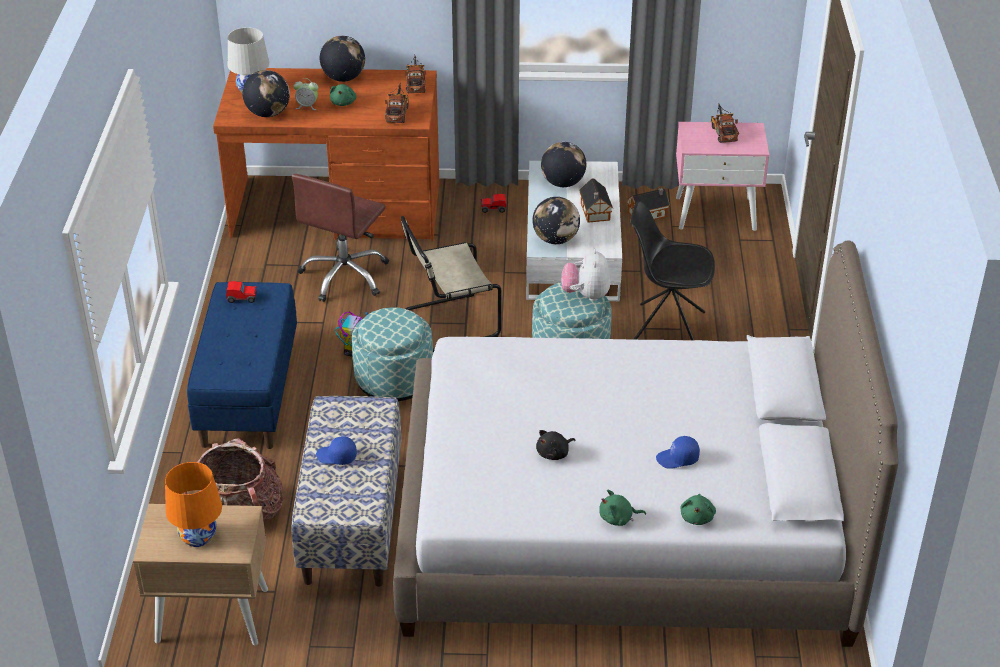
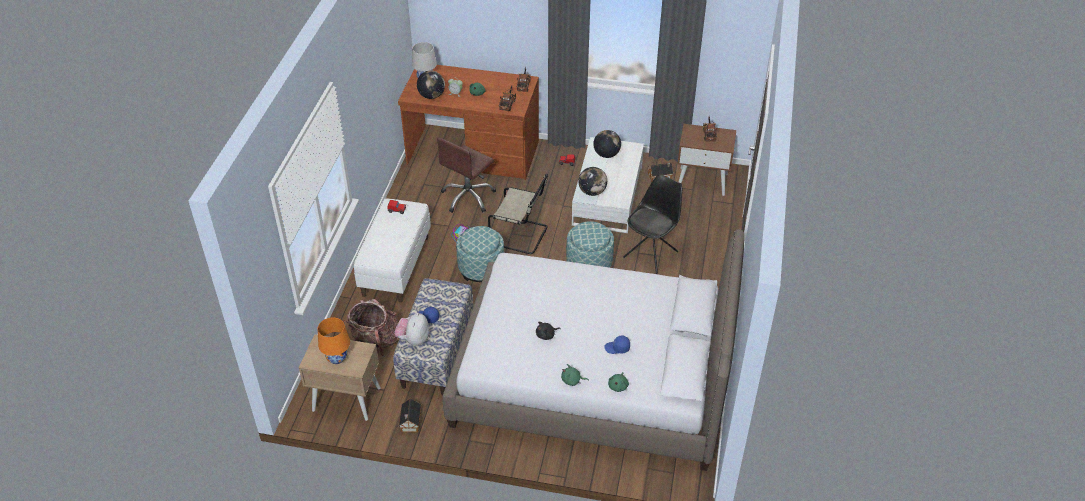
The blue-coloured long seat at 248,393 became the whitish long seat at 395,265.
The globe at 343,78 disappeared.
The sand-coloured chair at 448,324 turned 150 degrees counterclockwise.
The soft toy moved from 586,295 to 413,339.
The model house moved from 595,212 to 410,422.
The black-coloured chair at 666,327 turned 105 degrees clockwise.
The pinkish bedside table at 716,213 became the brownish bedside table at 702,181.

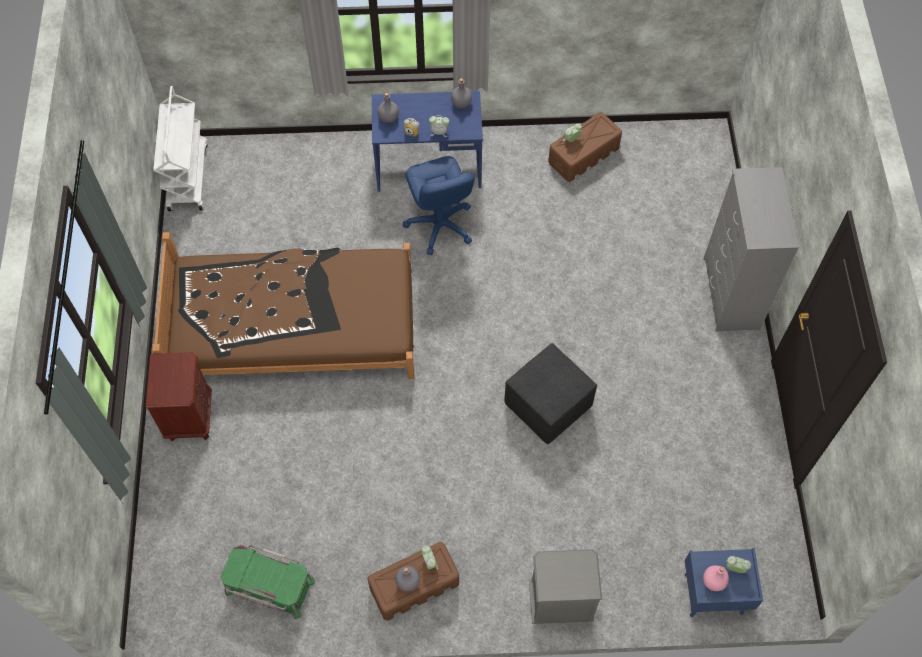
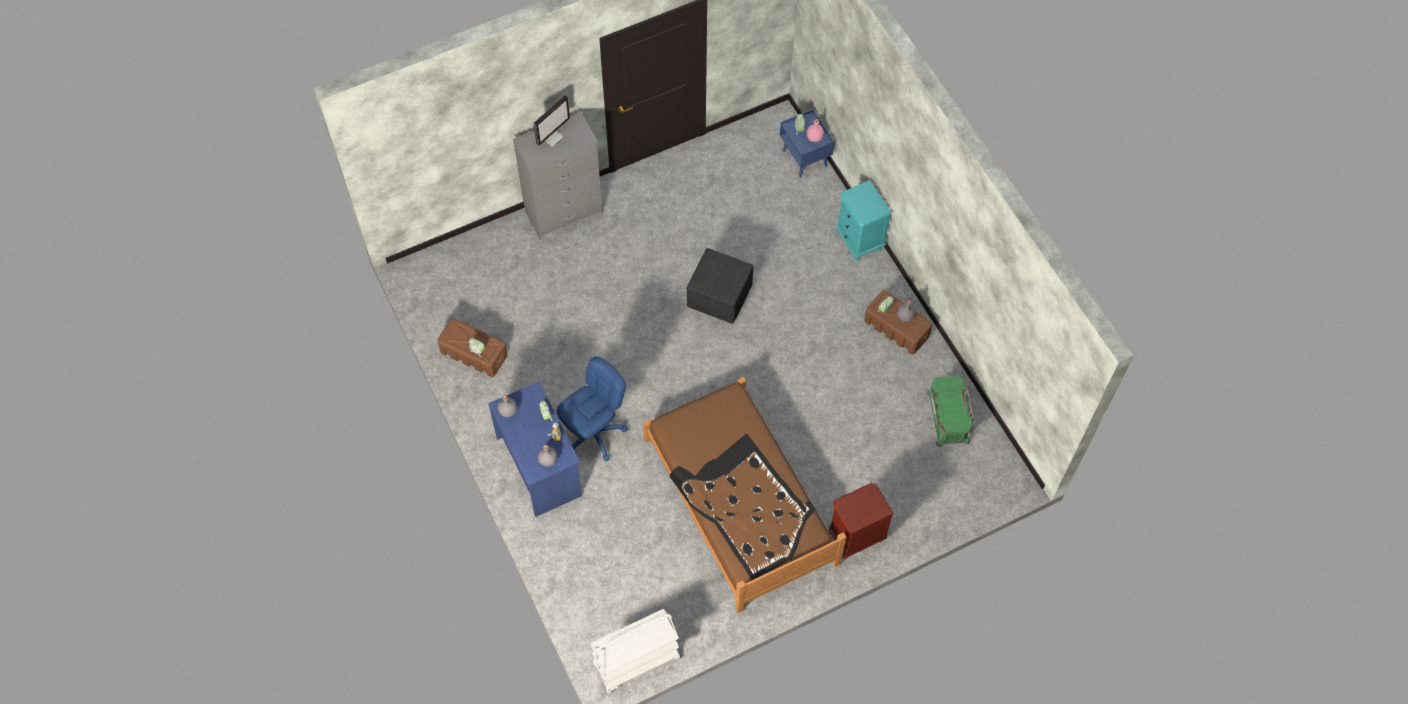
The gray bedside table at 559,602 became the turquoise-coloured bedside table at 859,240.
The computer screen at 552,137 appeared.

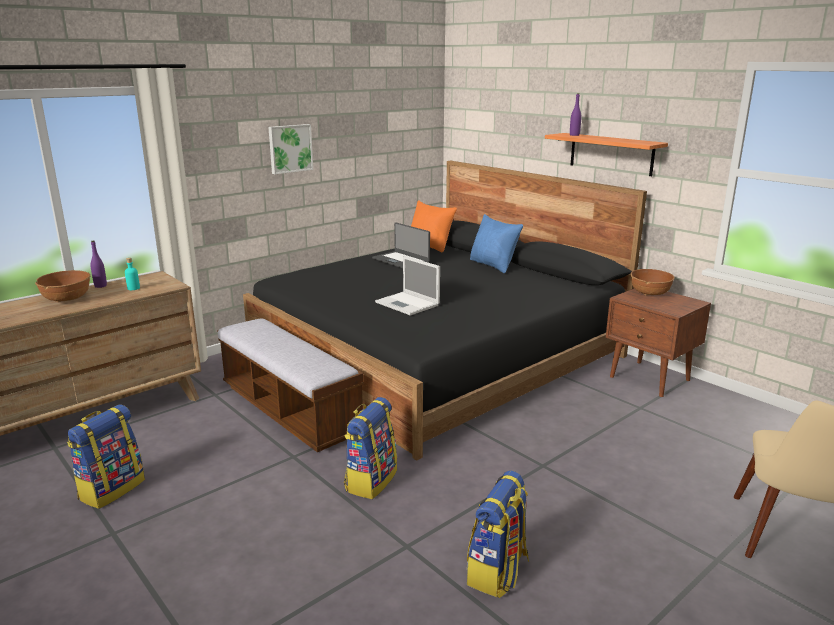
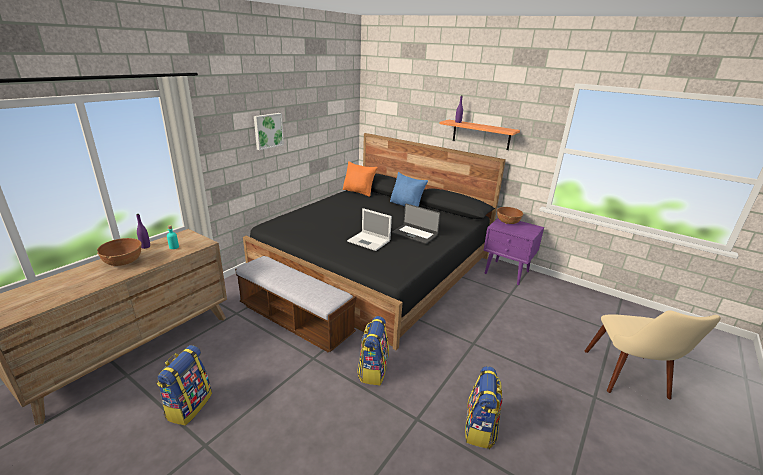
The portable computer moved from 401,260 to 415,234.
The brownish bedside table at 650,379 became the purple bedside table at 507,272.

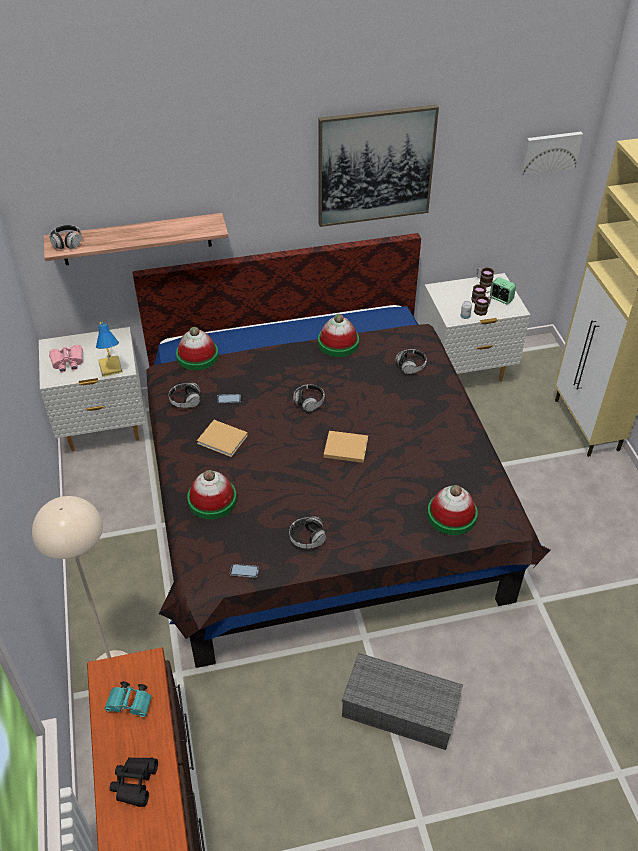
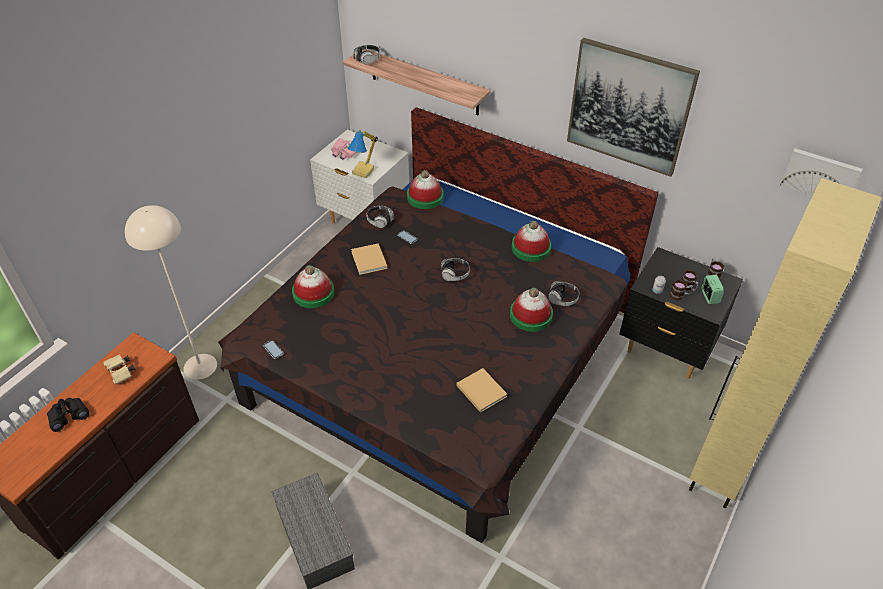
The turquoise-coloured binoculars at 131,704 became the sand-coloured binoculars at 121,373.
The pair of headphones at 307,538 disappeared.
The sand-coloured volume moved from 344,447 to 480,390.
The whitish bedside table at 465,371 became the black-coloured bedside table at 666,350.
The wearable hat moved from 451,515 to 531,315.

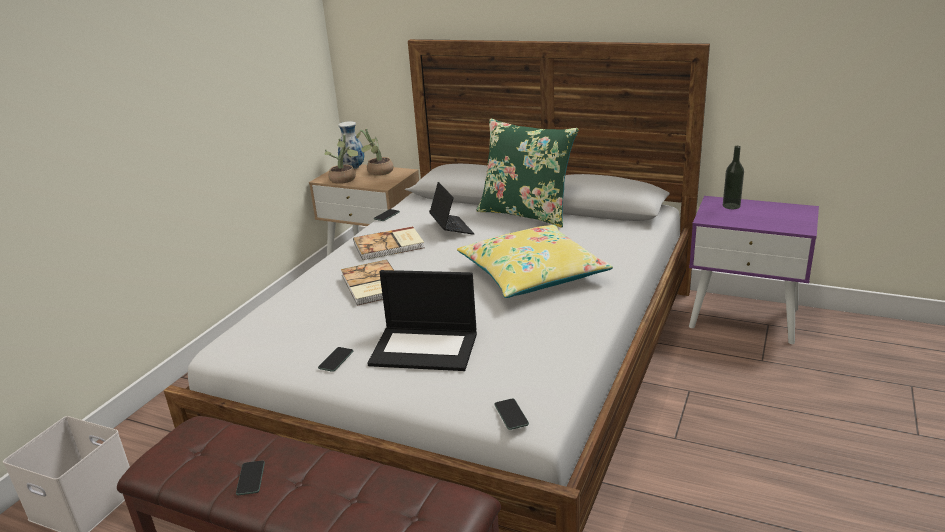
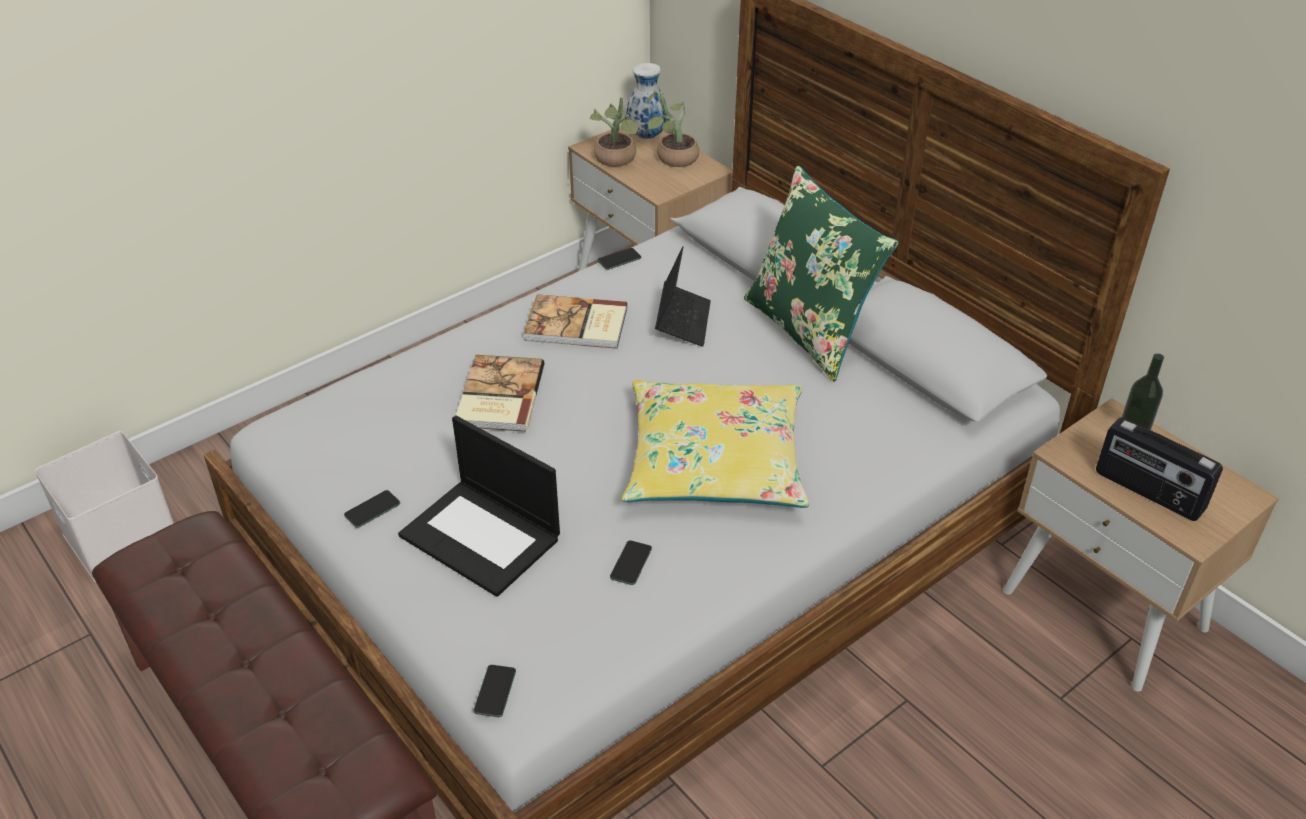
The handset moved from 250,478 to 631,563.
The purple bedside table at 745,317 became the sand-coloured bedside table at 1105,610.
The radio receiver at 1148,492 appeared.

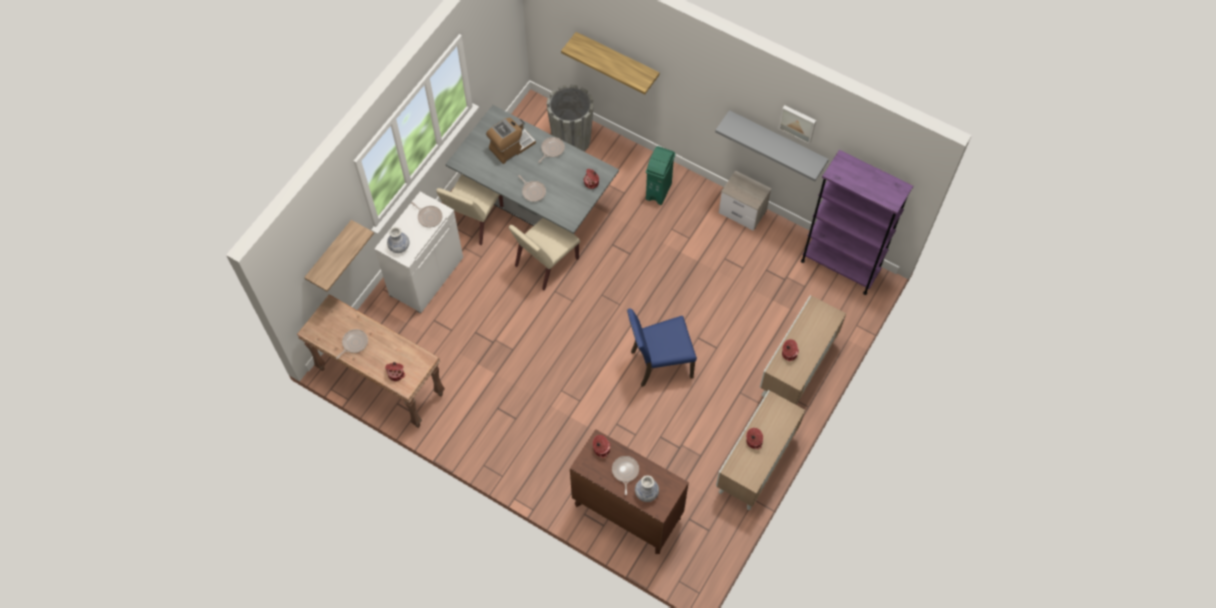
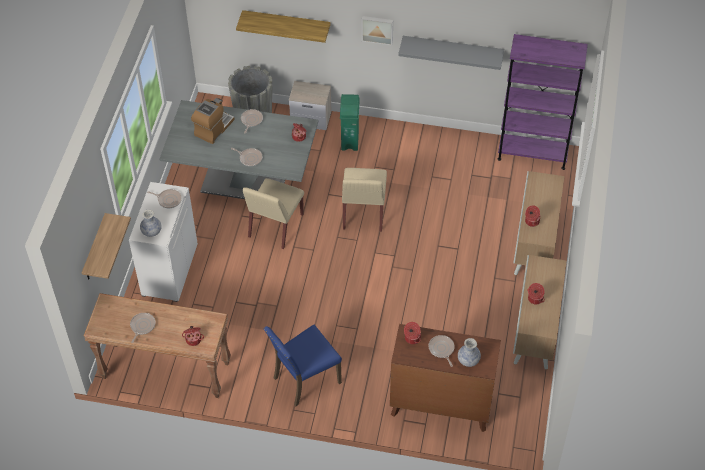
The sand-coloured chair moved from 474,219 to 363,212.
The blue-coloured chair moved from 659,363 to 305,379.
The bedside table moved from 743,212 to 311,119.
The wall art moved from 798,123 to 377,29.

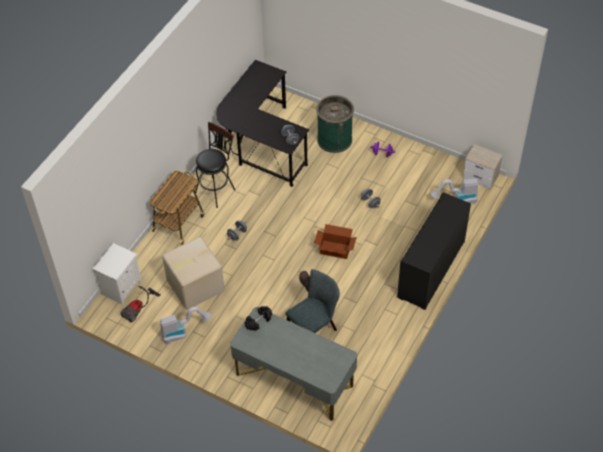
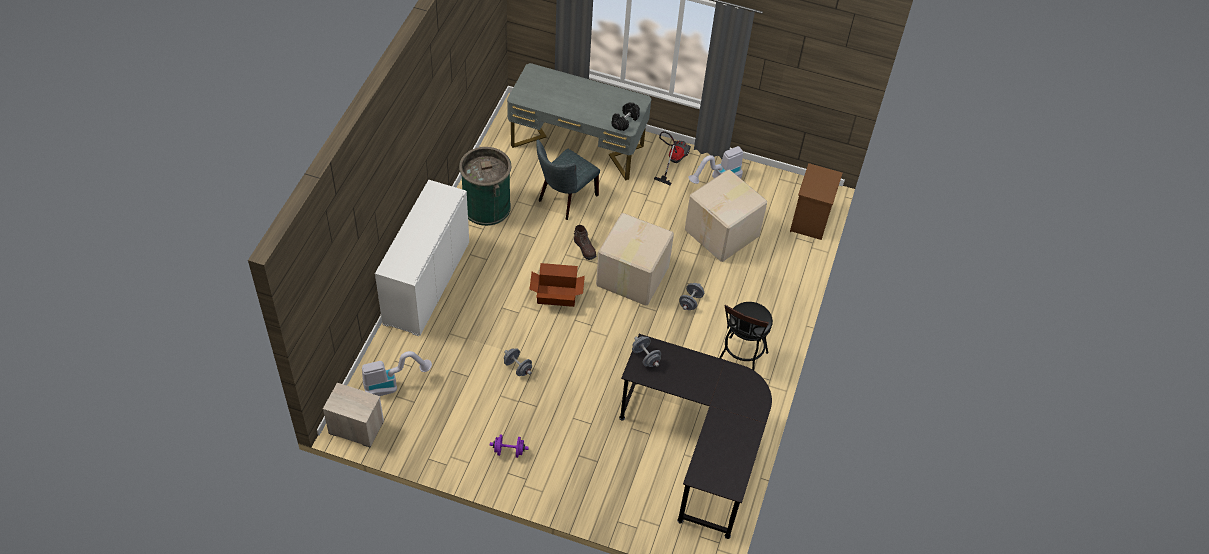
The whitish bedside table at 121,287 became the brownish bedside table at 810,222.
The hoover moved from 139,309 to 672,161.
The wheeled cart at 179,222 disappeared.
The greenish waste bin moved from 334,139 to 486,207.
The black-coloured storage cabinet at 431,269 became the whitish storage cabinet at 427,283.
The cardboard box at 631,276 appeared.

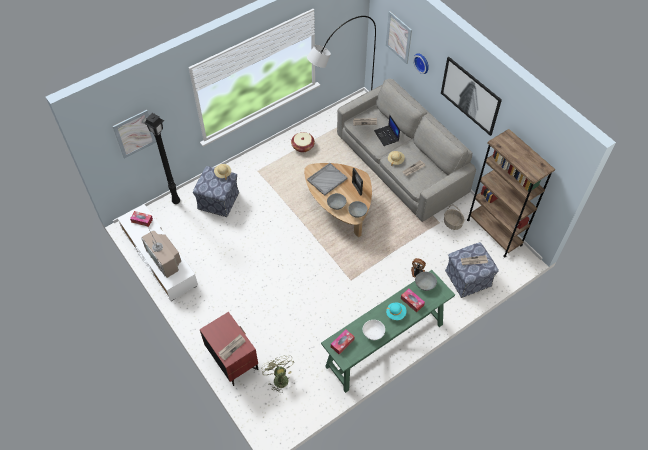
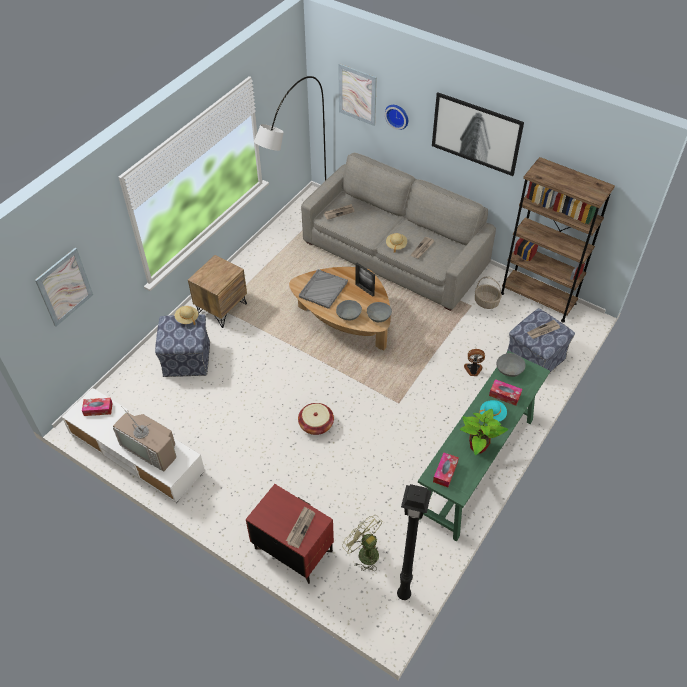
The black-coloured floor lamp moved from 175,201 to 402,595.
The basket moved from 303,146 to 316,424.
The whitish deep dish at 373,333 was replaced by the houseplant at 477,446.
The portable computer at 386,136 disappeared.
The brownish bedside table at 221,308 appeared.

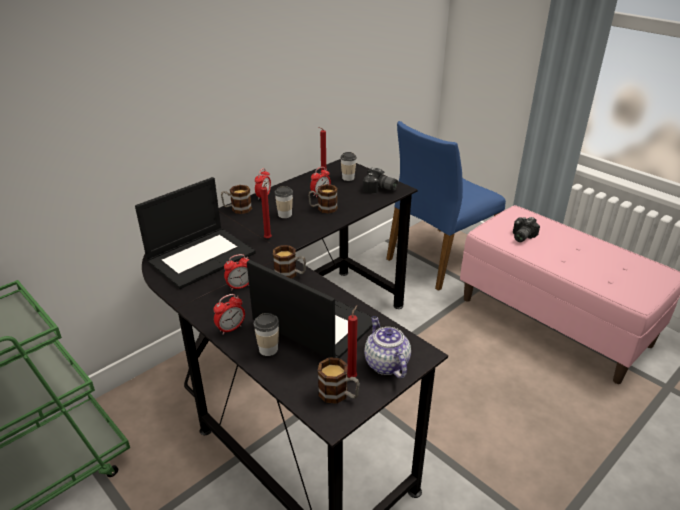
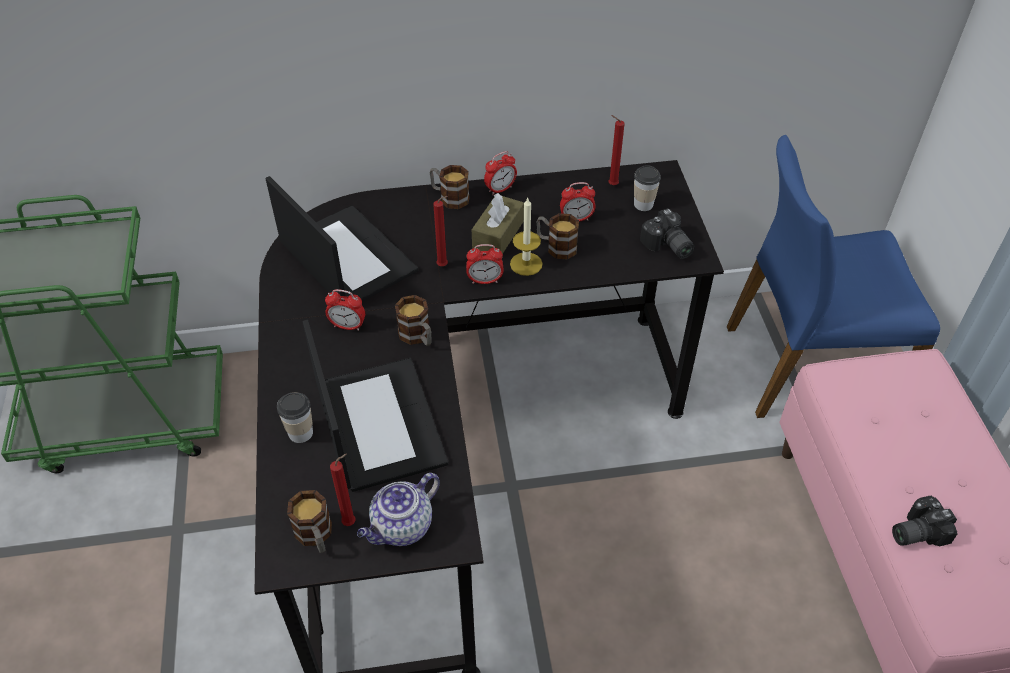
The portable computer at 201,256 turned 120 degrees counterclockwise.
The alarm clock moved from 231,328 to 485,280.
The cup at 285,215 was replaced by the brownish tissue holder at 498,234.
The teapot at 385,363 turned 150 degrees counterclockwise.
The photo camera moved from 521,236 to 915,530.
The wax candle at 526,264 appeared.

